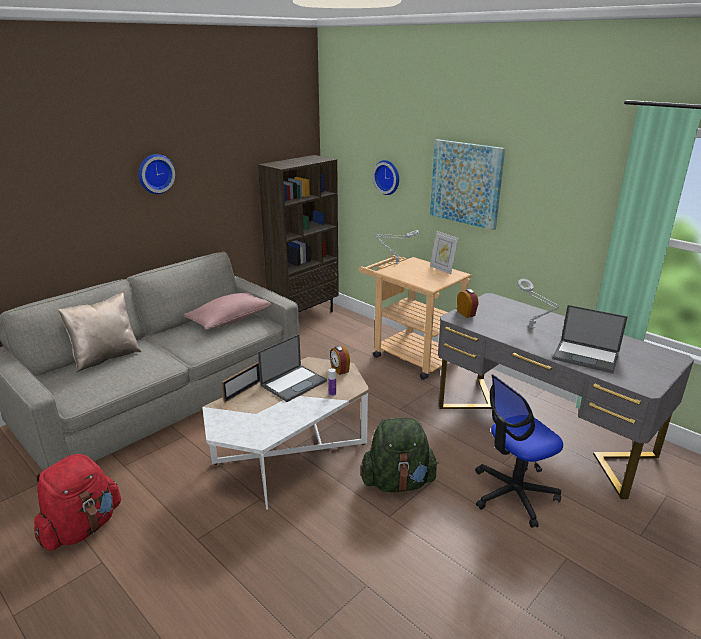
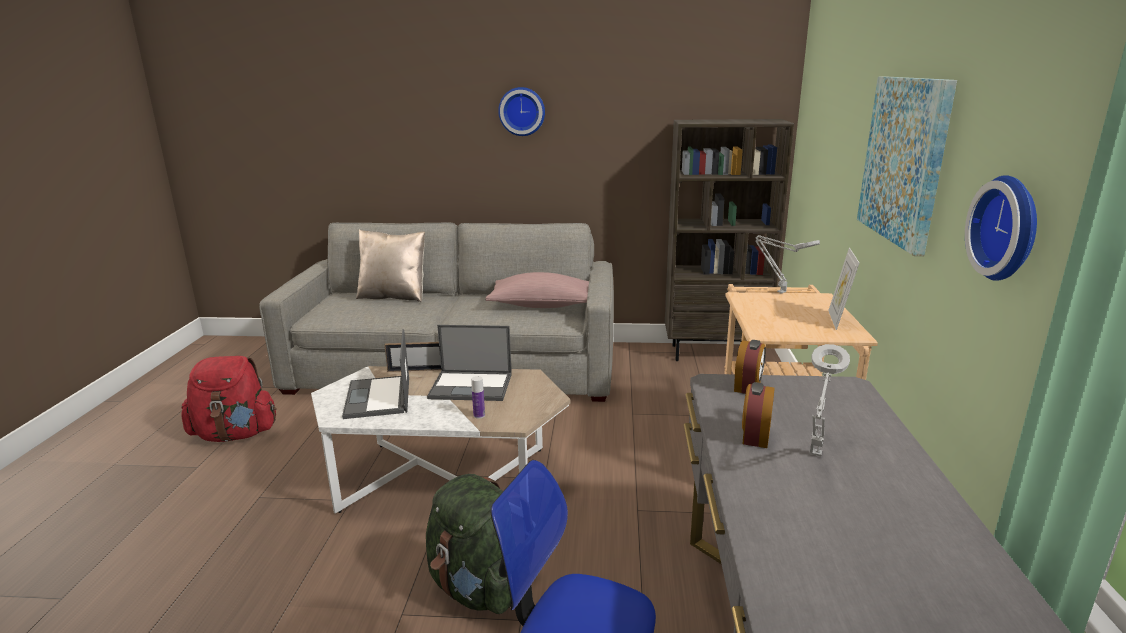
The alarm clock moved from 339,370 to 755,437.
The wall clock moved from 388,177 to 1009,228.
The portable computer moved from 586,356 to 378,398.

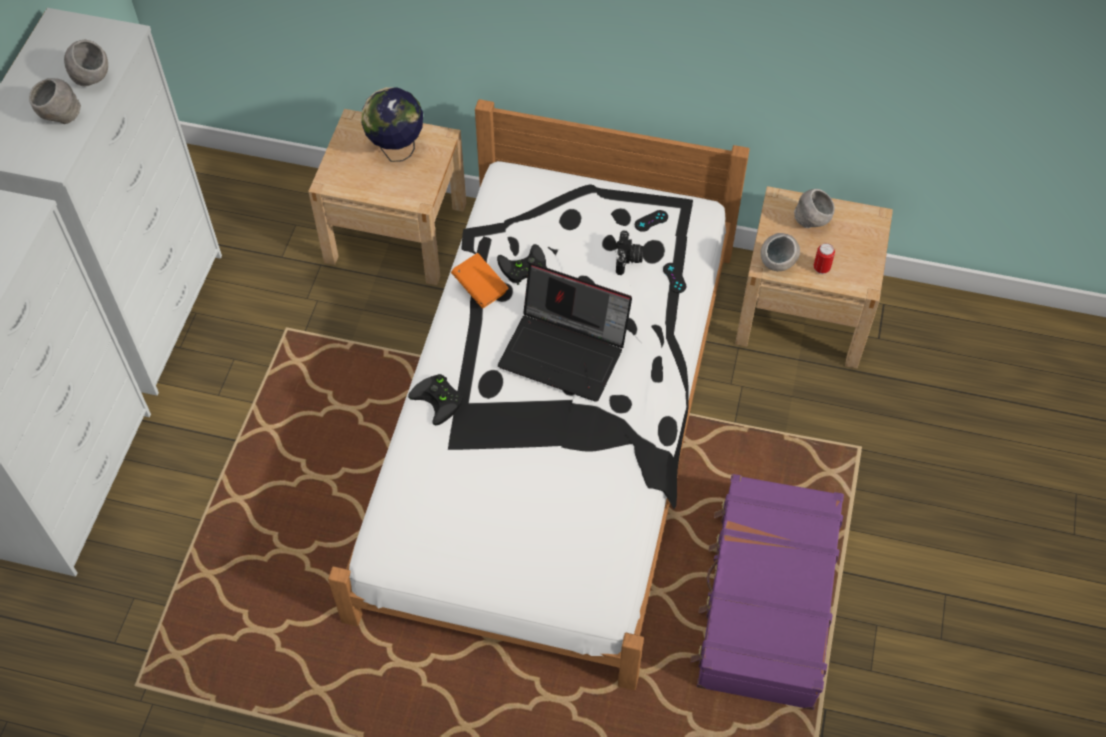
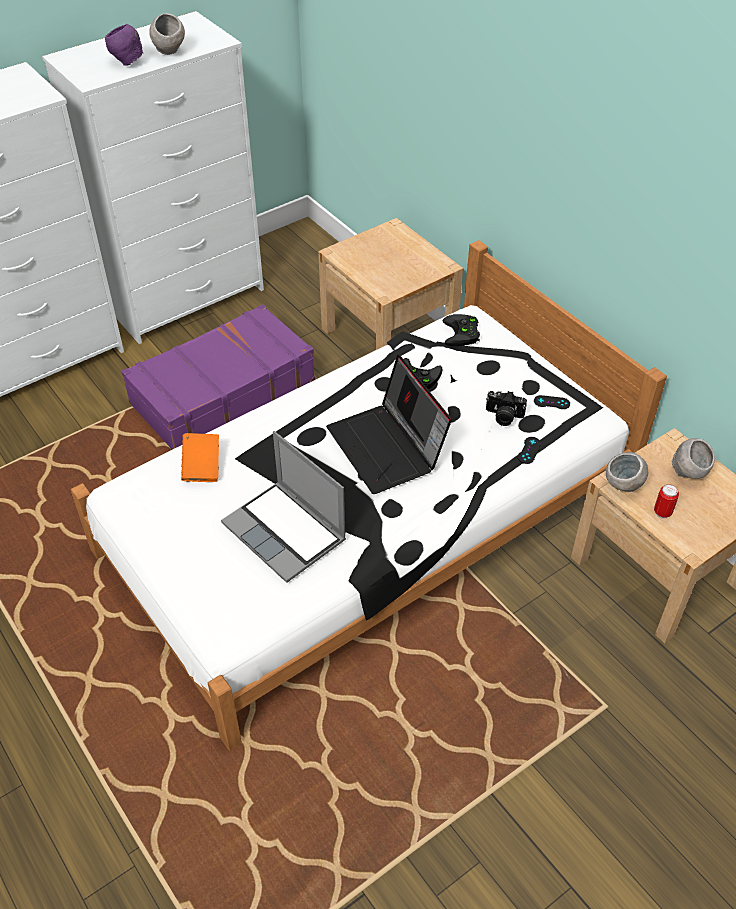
The gray deep dish at 61,118 became the purple deep dish at 127,63.
The globe at 396,151 disappeared.
The black-coloured gamepad moved from 440,400 to 462,334.
The orangey volume moved from 480,289 to 202,467.
The photo camera at 628,260 turned 60 degrees clockwise.
The purple piece of luggage moved from 765,600 to 221,391.
The portable computer at 286,532 appeared.

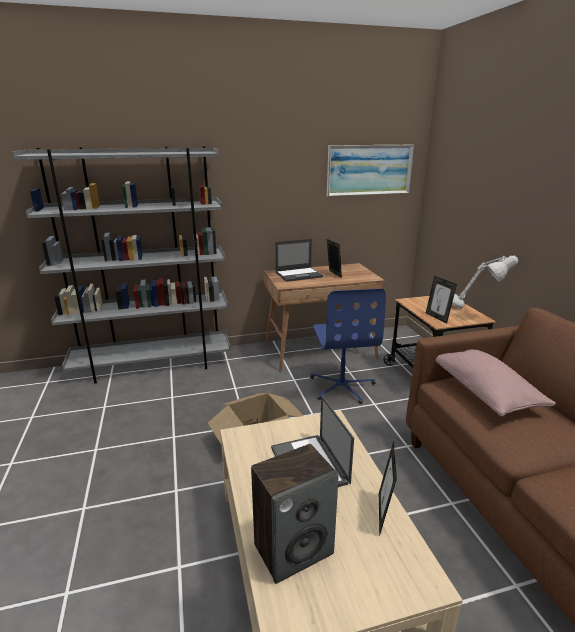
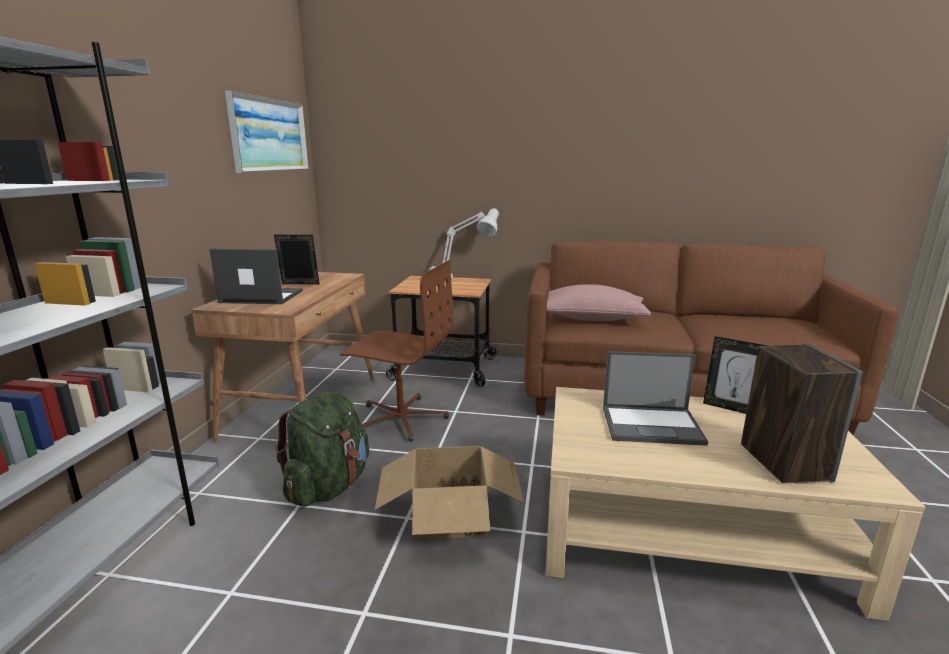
The portable computer at 299,274 turned 90 degrees counterclockwise.
The blue-coloured desk chair at 342,386 became the brownish desk chair at 401,418.
The picture frame at 437,317 disappeared.
The greenish rucksack at 329,486 appeared.

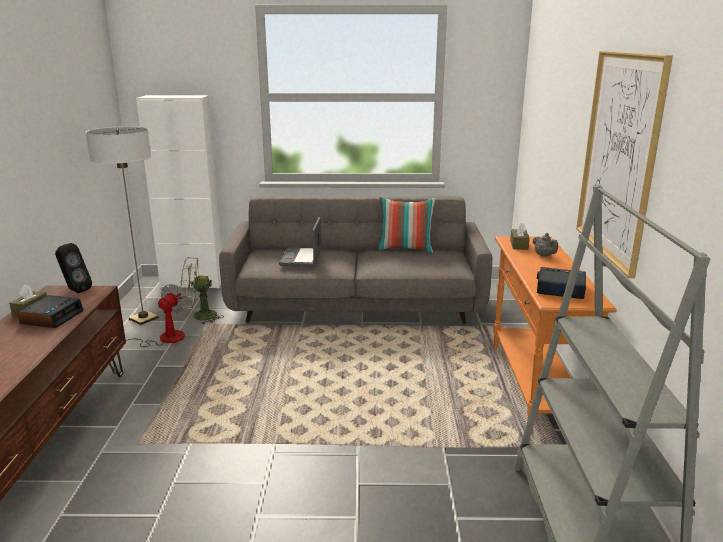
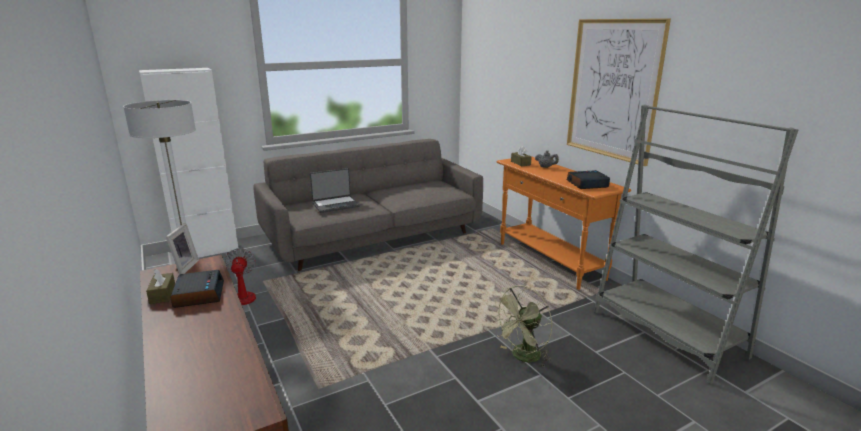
The black-coloured speaker at 75,290 was replaced by the picture frame at 183,267.
The greenish fan moved from 199,317 to 523,357.
The portable computer at 302,258 turned 90 degrees counterclockwise.
The pillow at 405,249 disappeared.

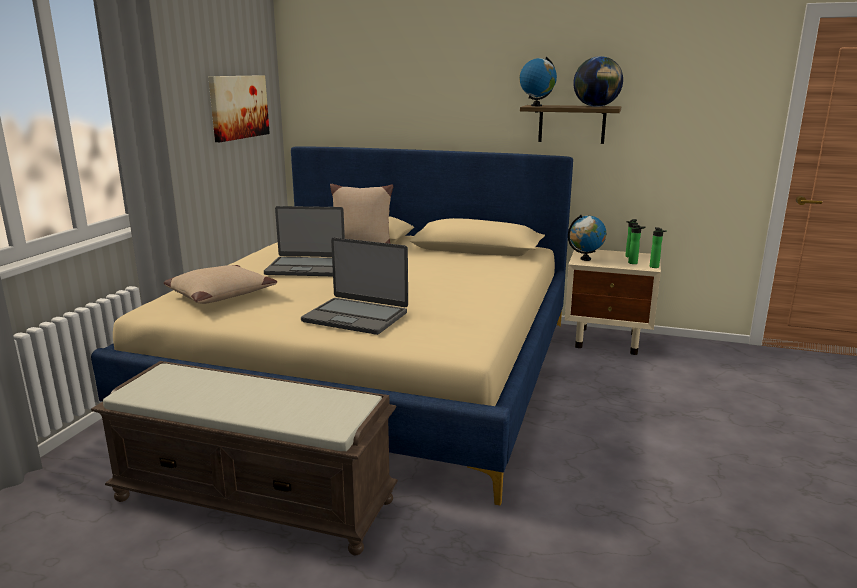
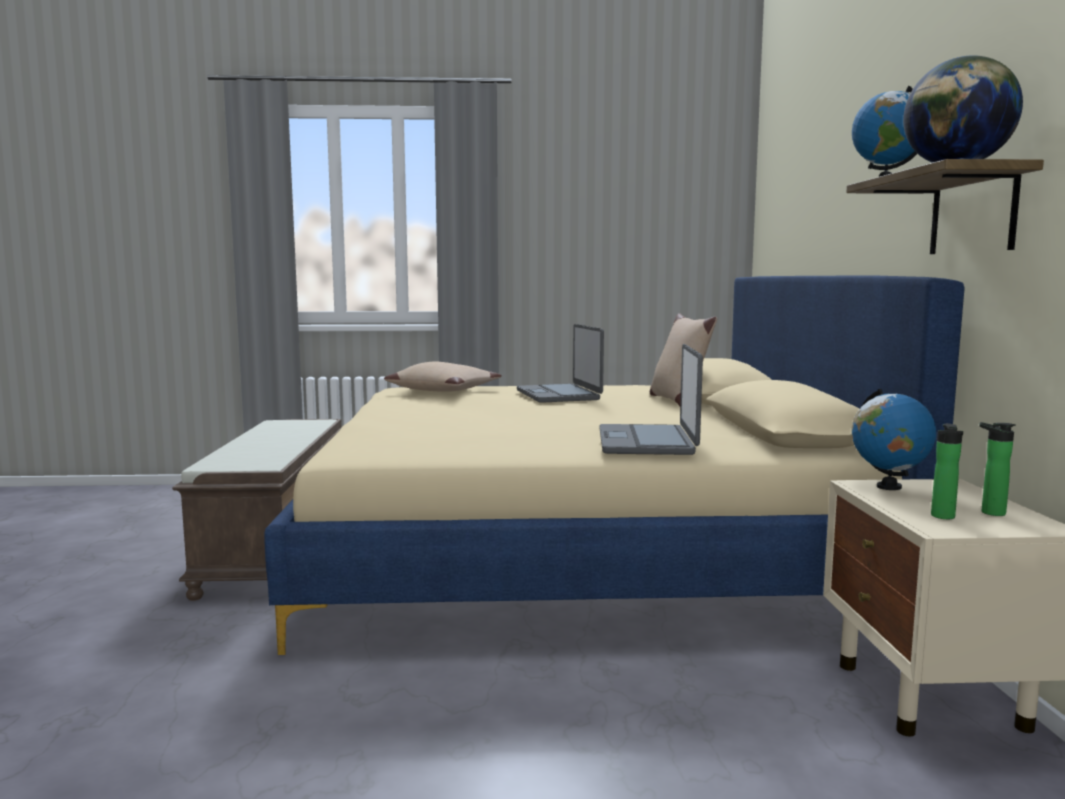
The wall art at 238,107 disappeared.
The portable computer moved from 356,317 to 647,442.
The beverage bottle at 655,267 disappeared.

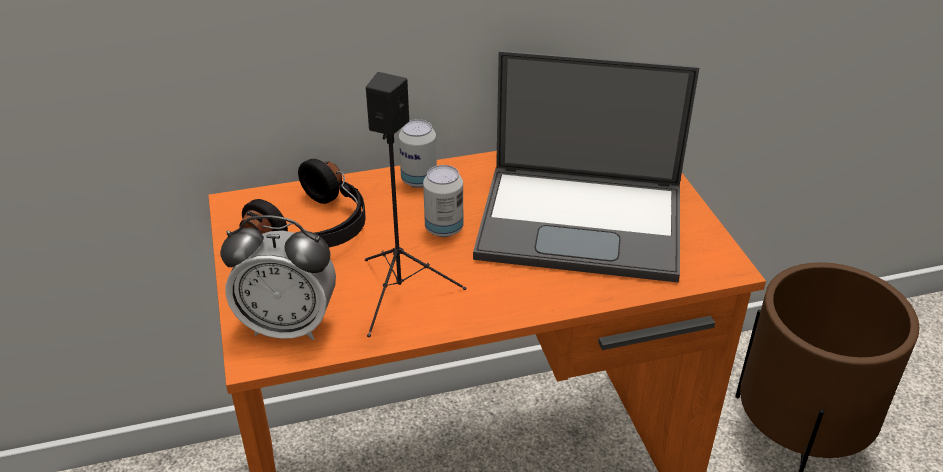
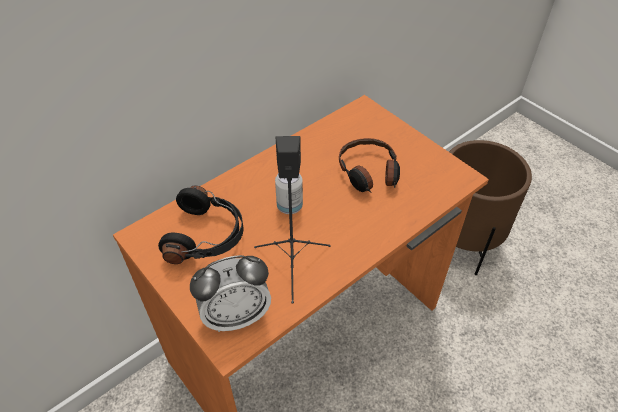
The can at 419,180 disappeared.
The portable computer at 584,221 was replaced by the pair of headphones at 369,173.

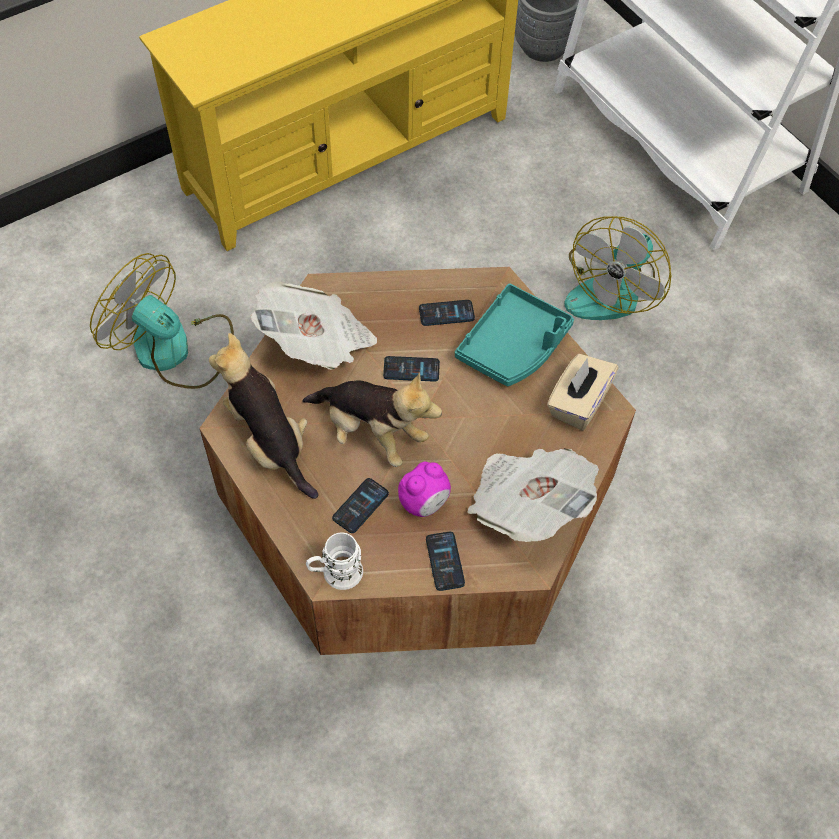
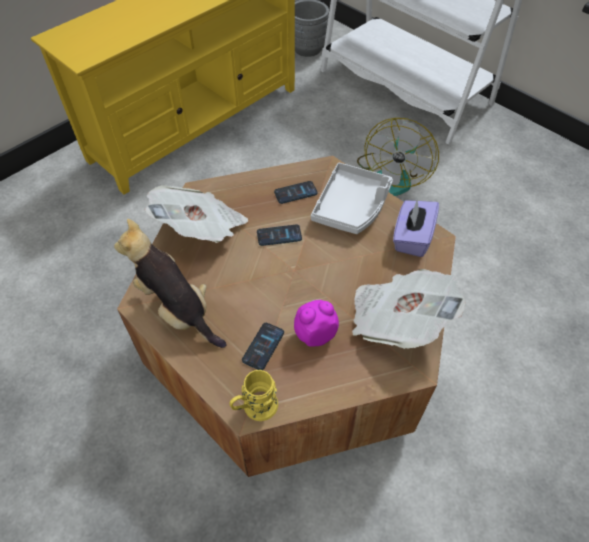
The fan at 174,350 disappeared.
The soft toy at 371,433 disappeared.
The whitish tea mug at 335,574 became the yellowish tea mug at 255,408.
The alarm clock at 424,503 turned 150 degrees counterclockwise.
The handset at 445,561 disappeared.
The turquoise-coloured carrying tray at 514,346 became the gray carrying tray at 351,207.
The sand-coloured tissue holder at 578,403 became the purple tissue holder at 411,238.

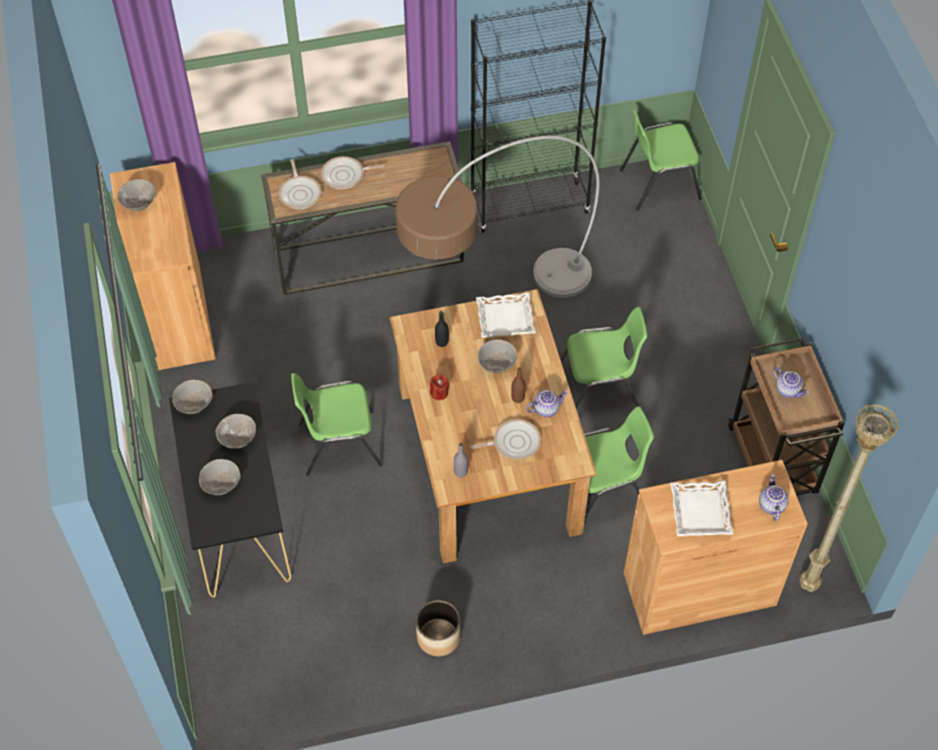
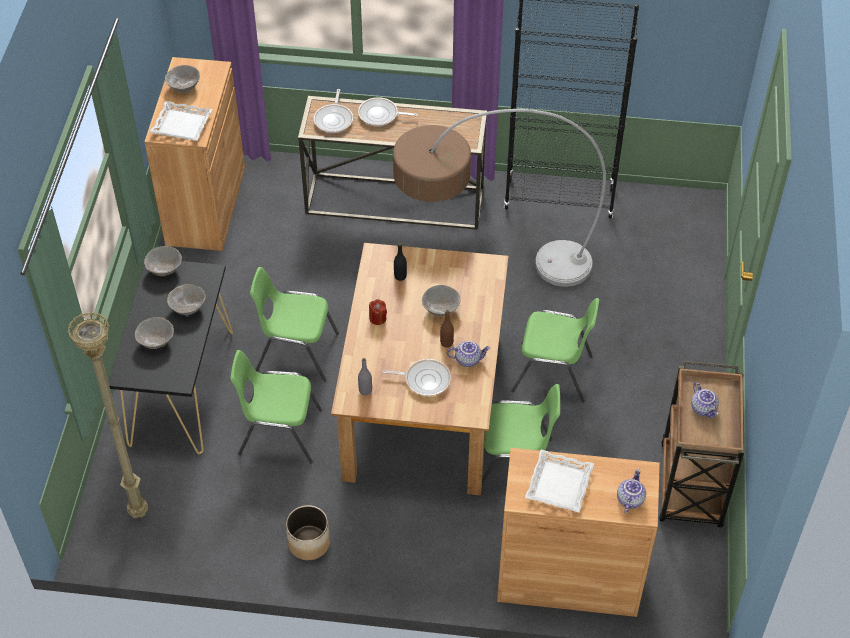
The whitish carrying tray moved from 505,318 to 182,125.
The greenish chair moved from 658,184 to 278,432.
The sand-coloured floor lamp moved from 809,584 to 140,512.

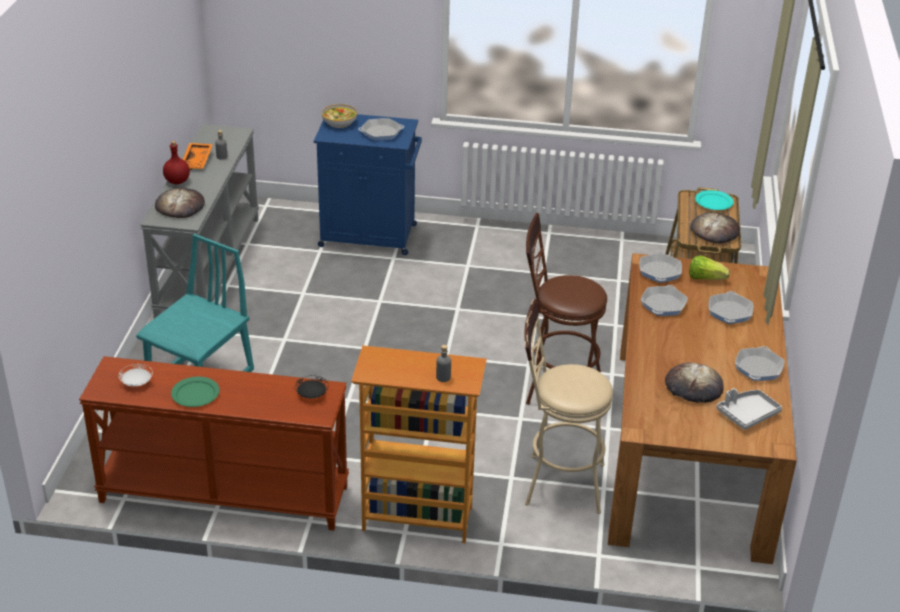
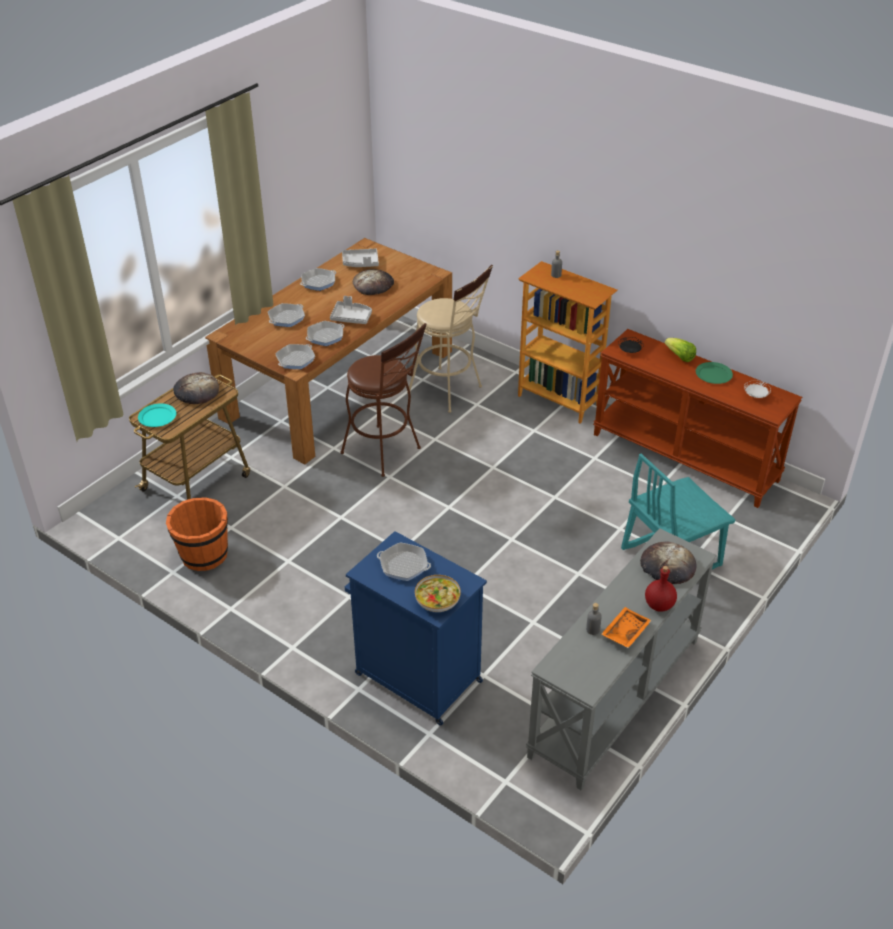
The lettuce head moved from 705,278 to 679,357.
The orangey bucket at 203,555 appeared.
The gray carrying tray at 351,317 appeared.

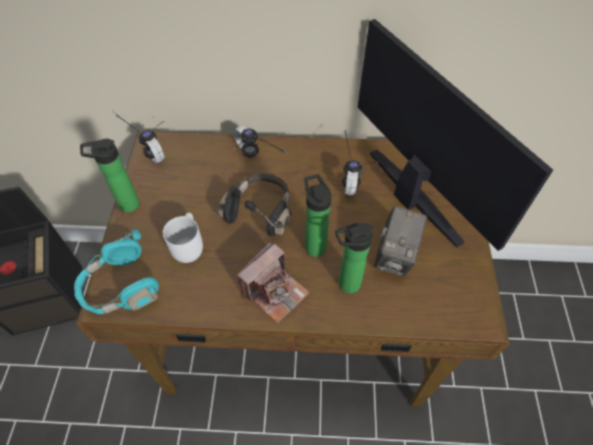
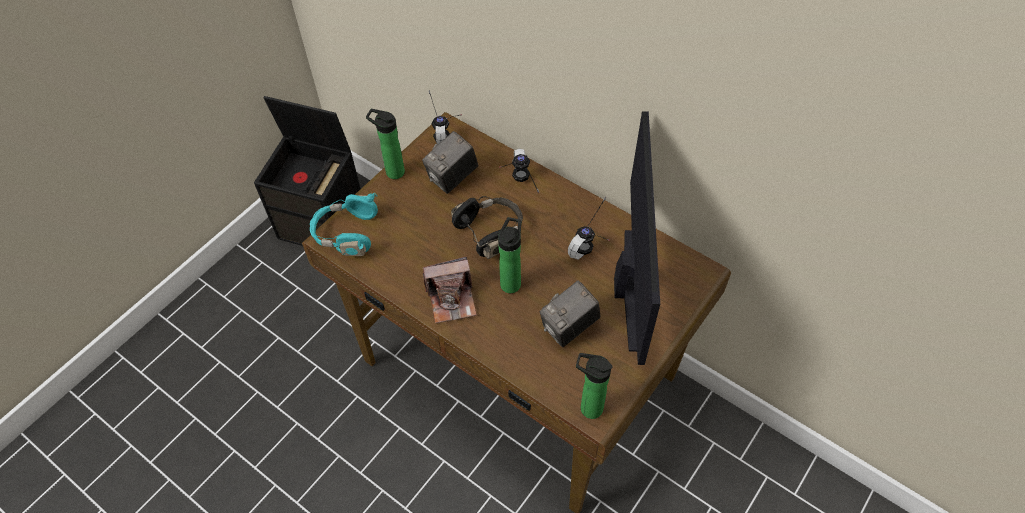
The whitish tea mug at 186,245 disappeared.
The beverage bottle moved from 346,284 to 588,407.
The photo camera at 452,178 appeared.

